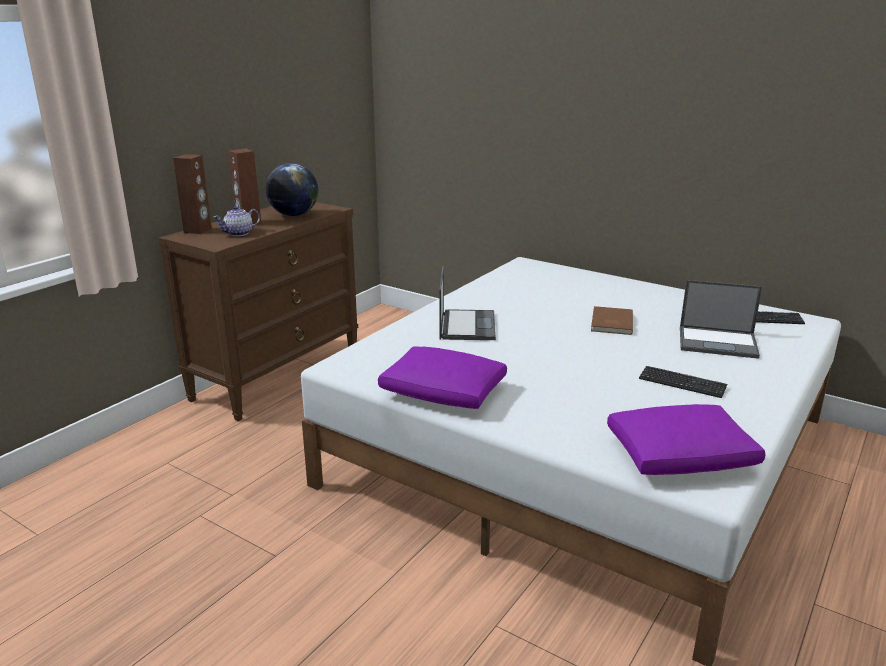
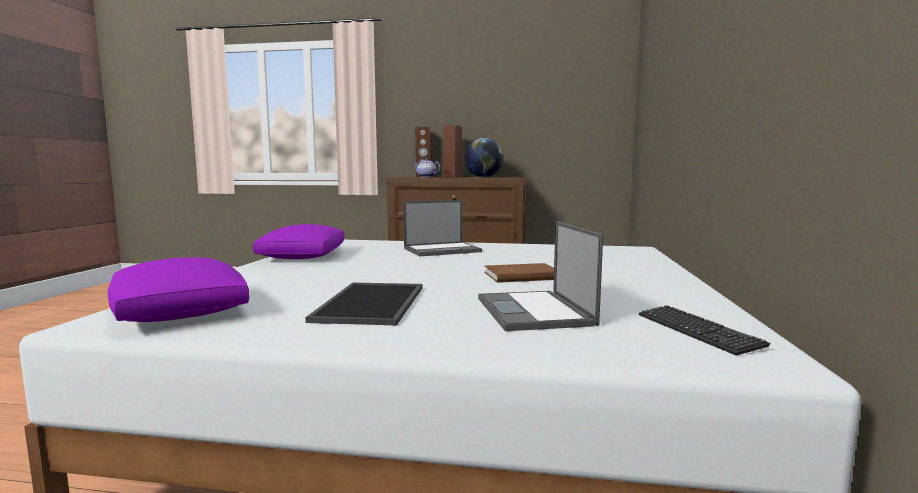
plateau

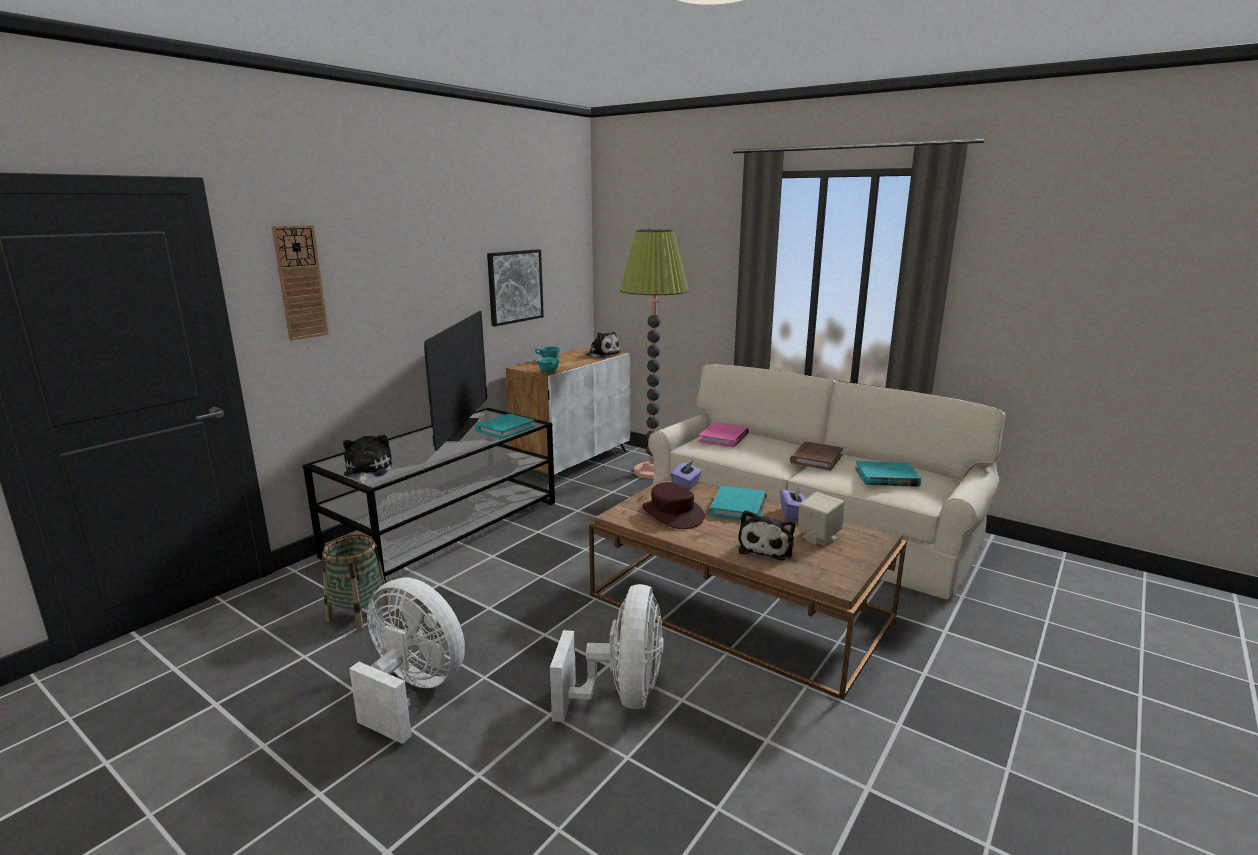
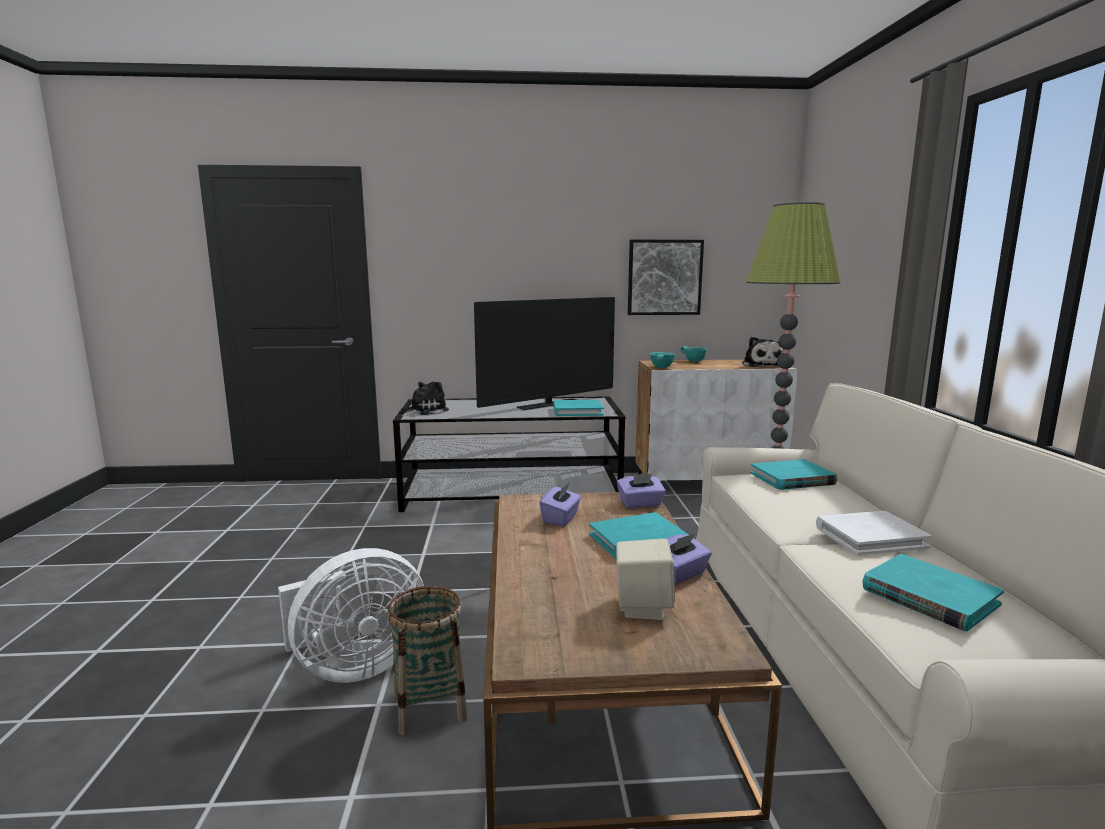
horloge murale
ventilateur [blanc] (1st from left in the first image)
peluche (3rd from left in the first image)
panier
boîte à mouchoirs [violet] (1st from left)
livre [turquoise] (3rd from left)
livre [blanc]

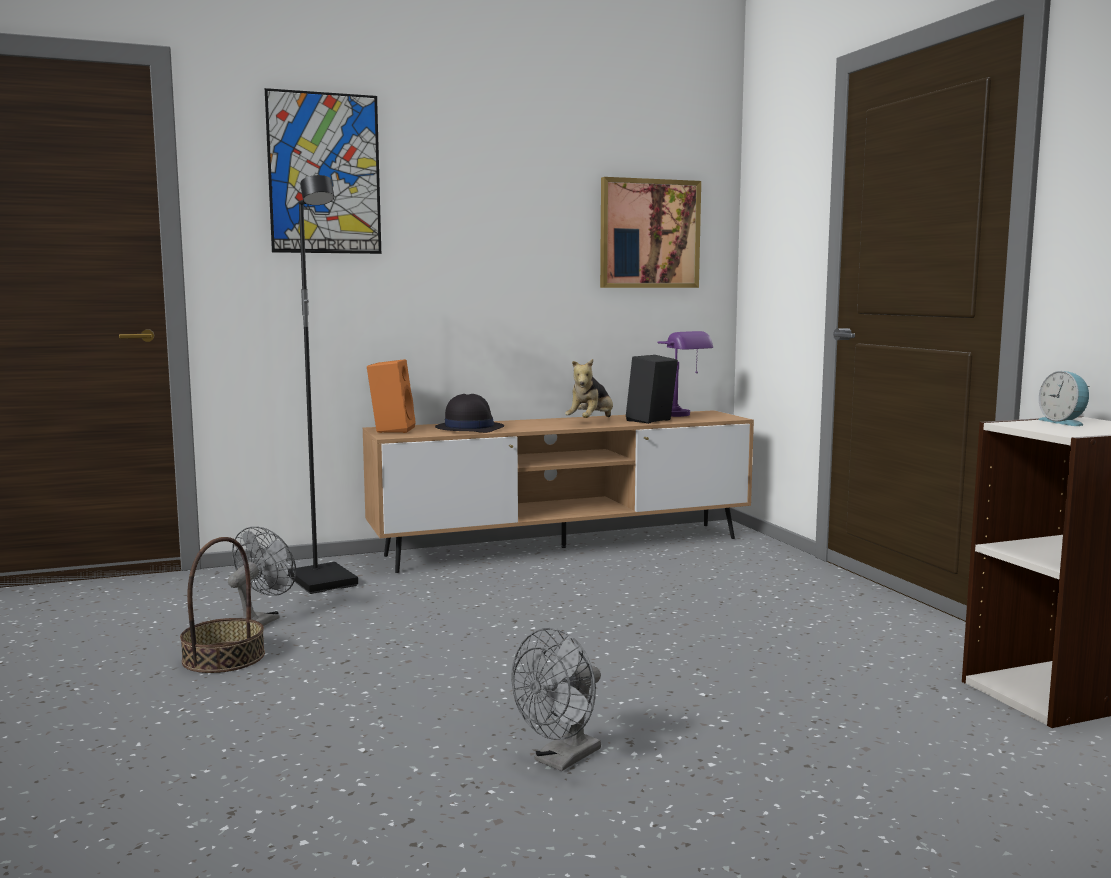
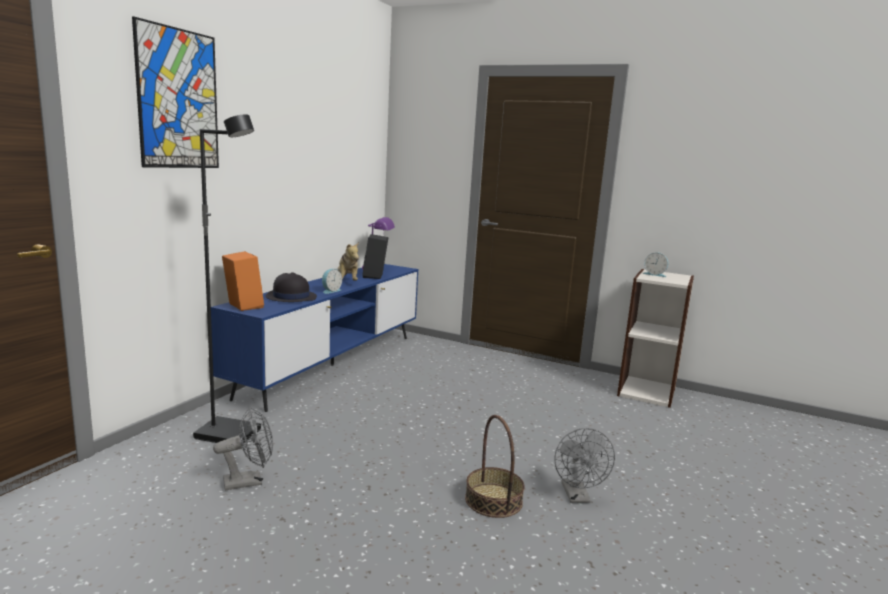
tableau (2nd from left in the first image)
réveil (1st from left)
panier
meuble télé [bleu]
ventilateur [gris] (1st from left)

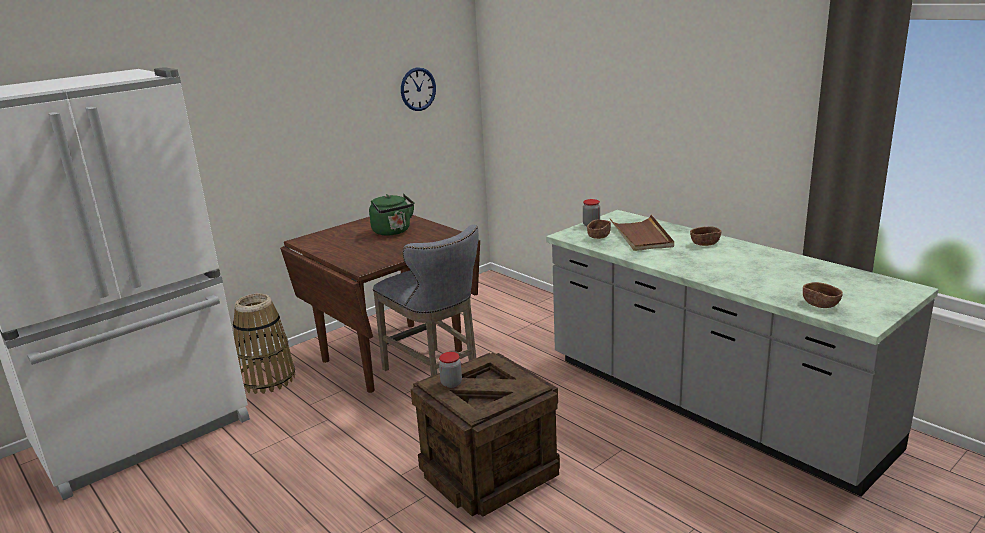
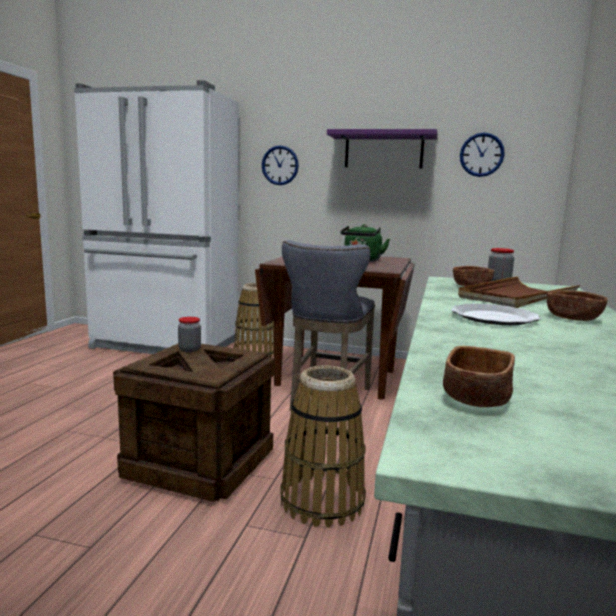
horloge murale (1st from left)
panier (2nd from left)
étagère [violet]
assiette

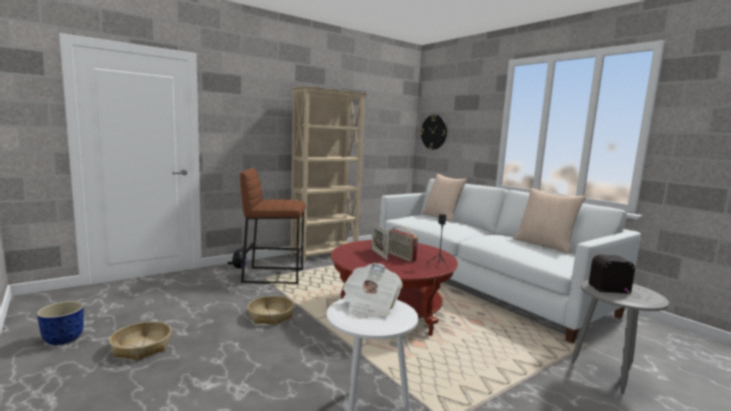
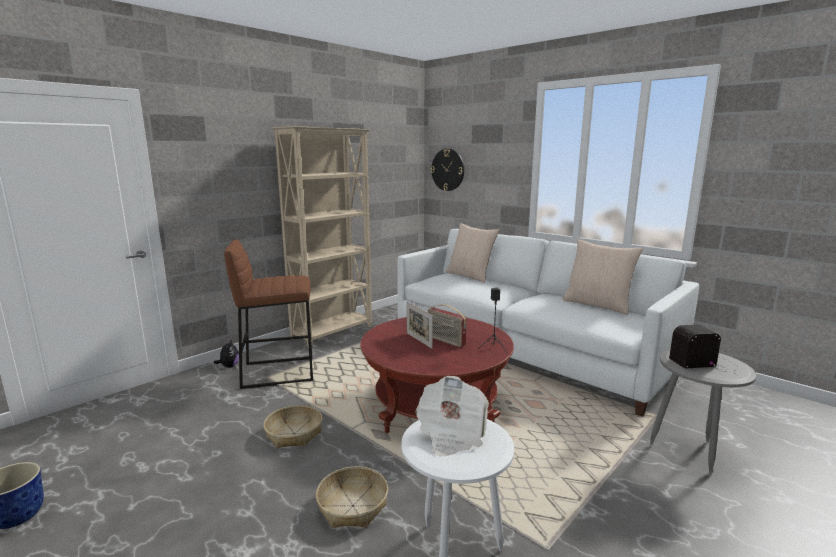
panier (2nd from left)

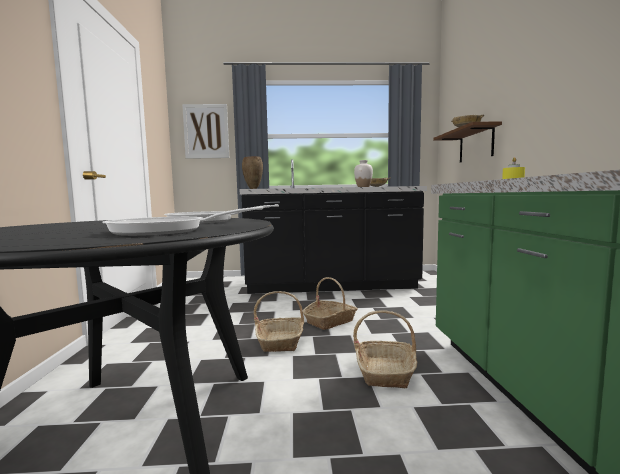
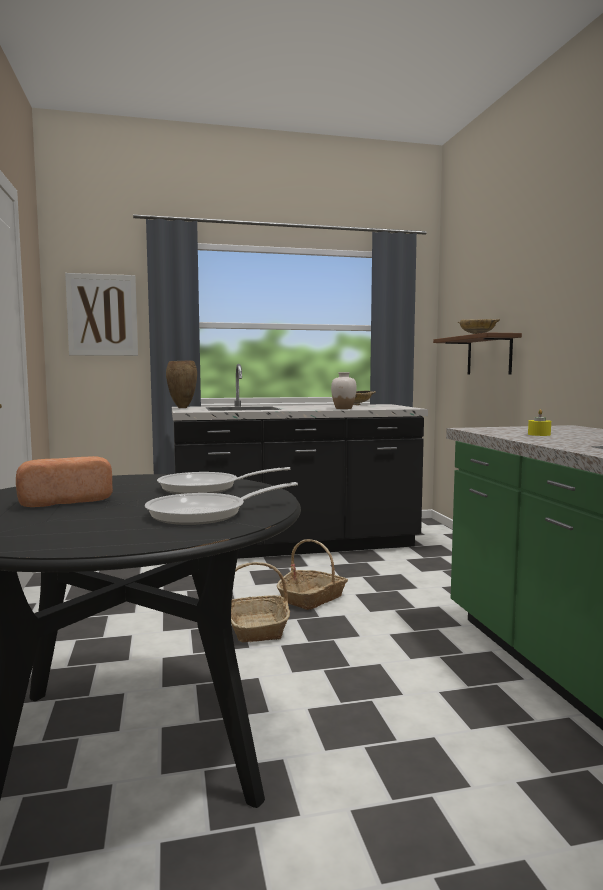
panier (3rd from left in the first image)
pain

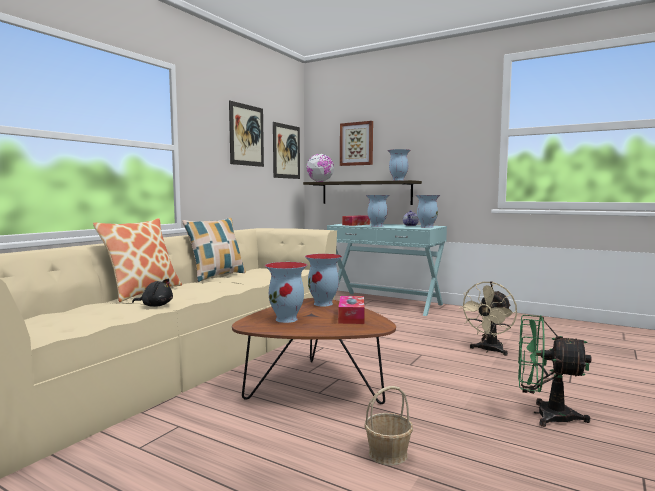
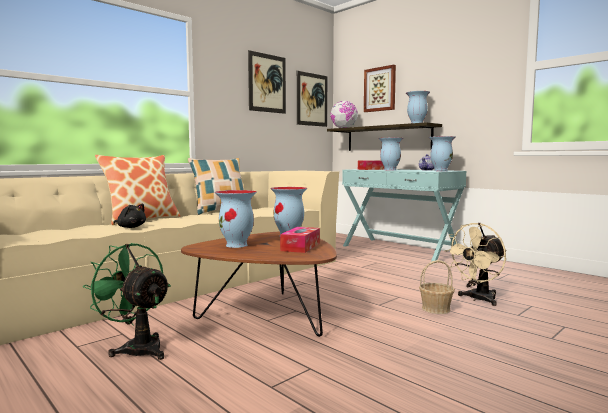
panier
ventilateur [vert]

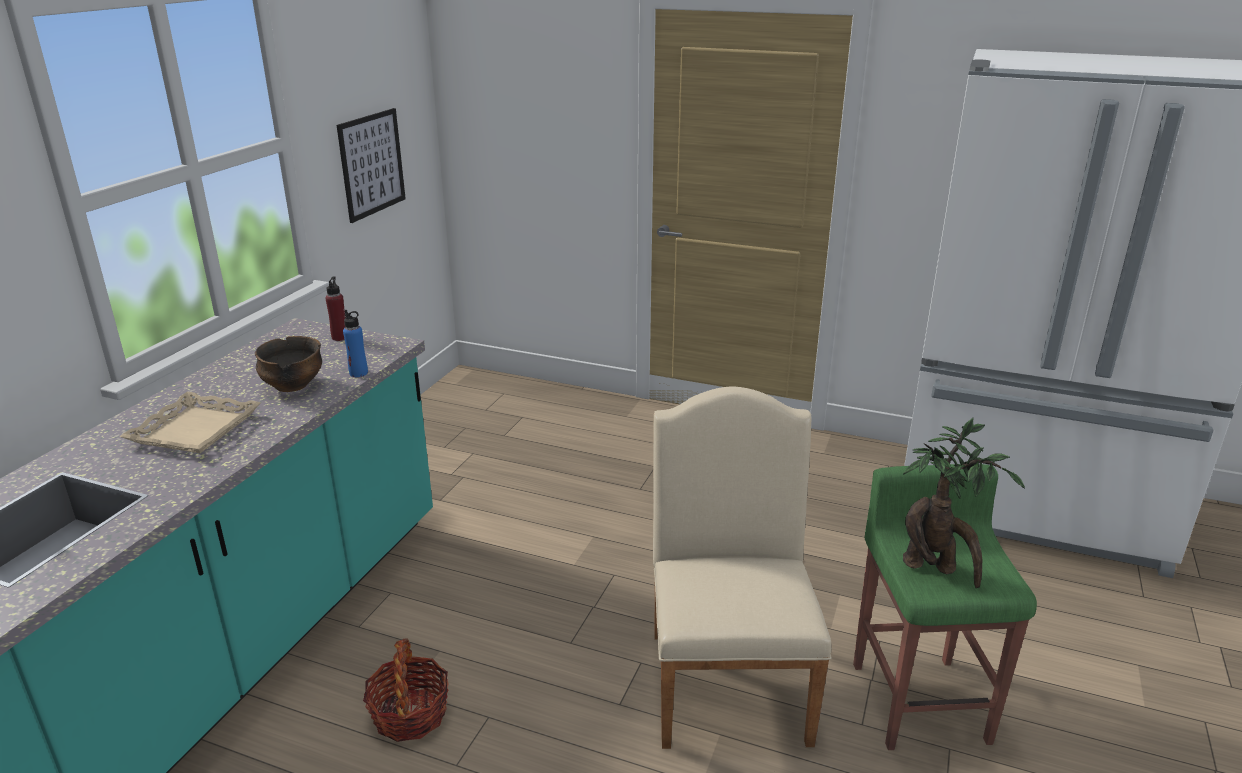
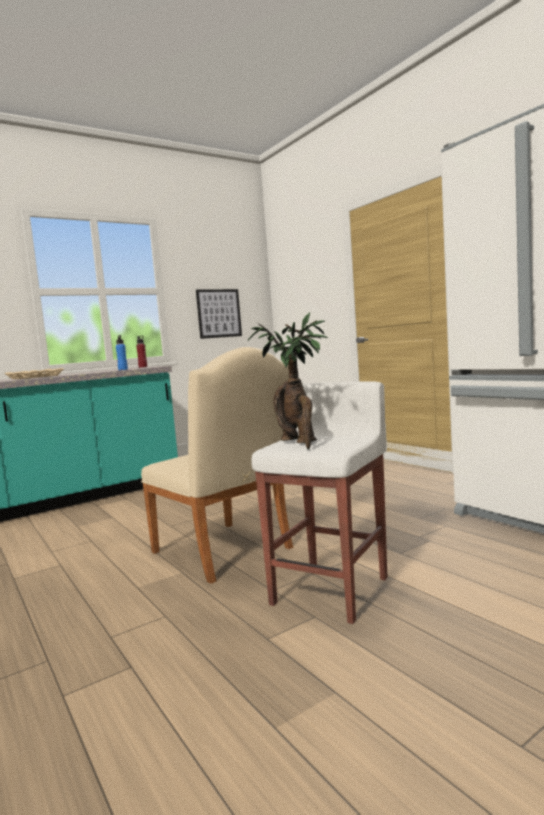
bol
panier
tabouret [blanc]
chaise [beige]

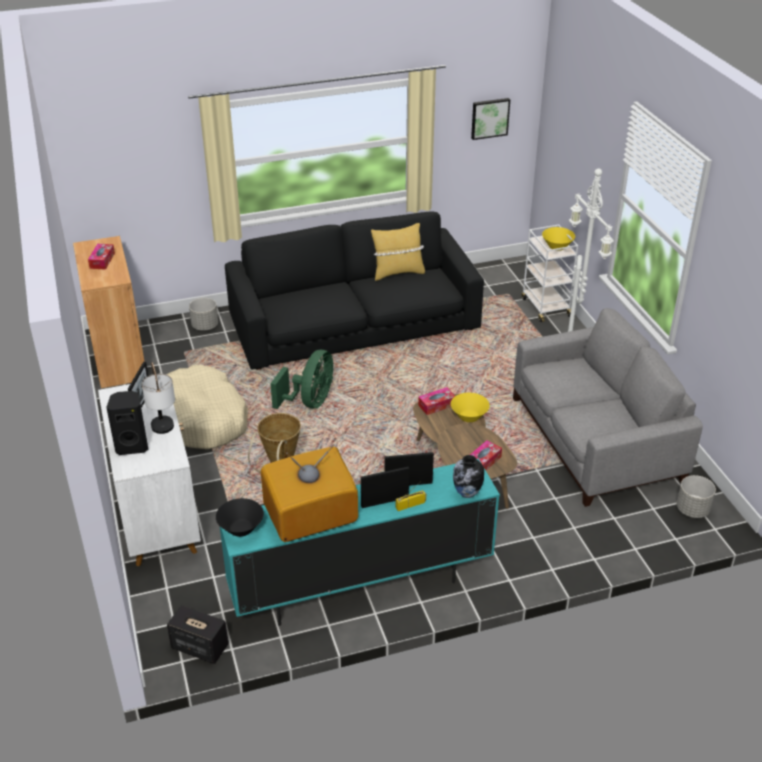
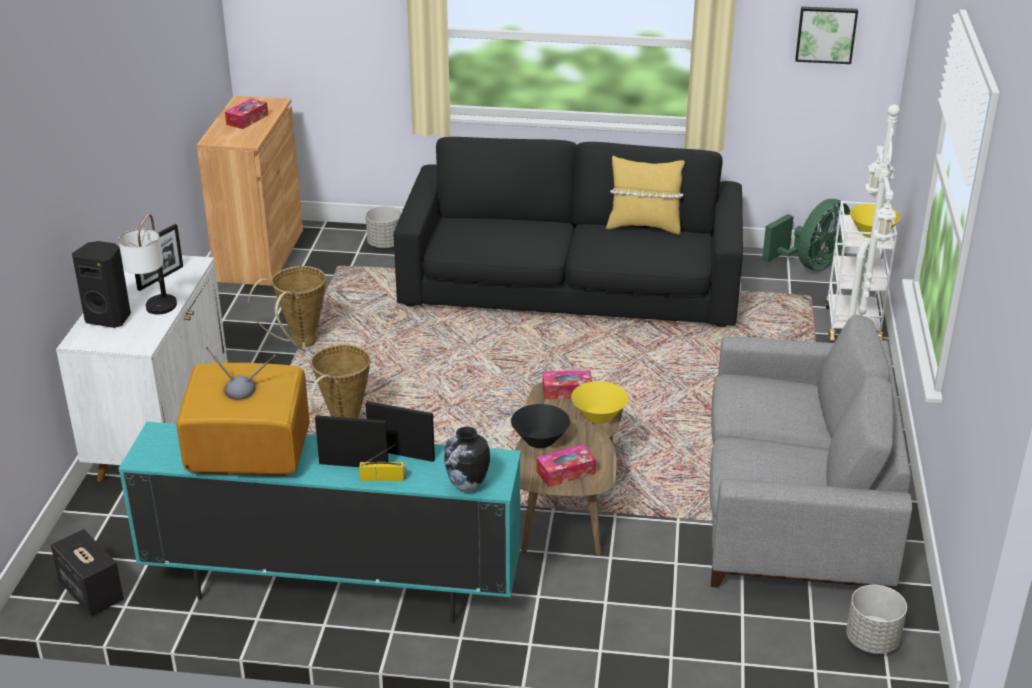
bol [noir]
ventilateur [vert]
panier (1st from left)

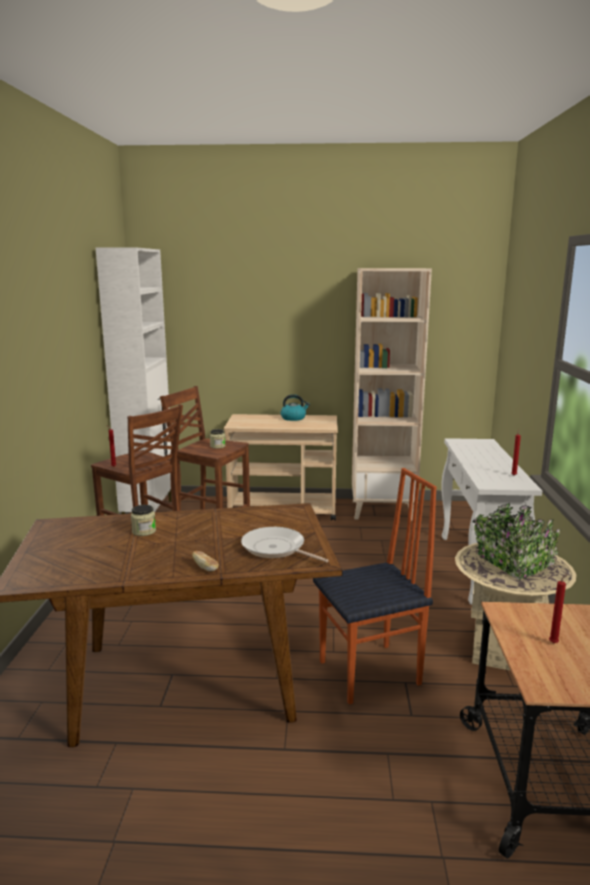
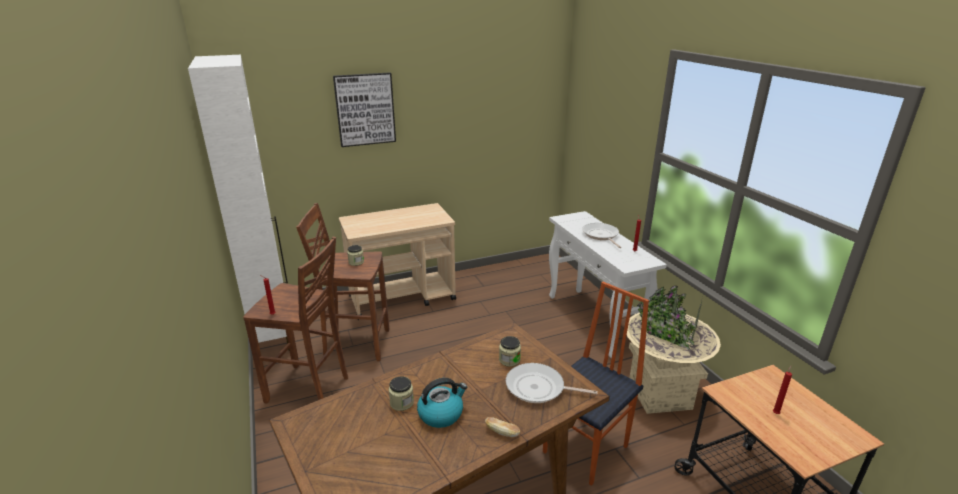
bibliothèque [beige]
tableau
bocal (3rd from left)
poêle (2nd from left)
bouilloire

